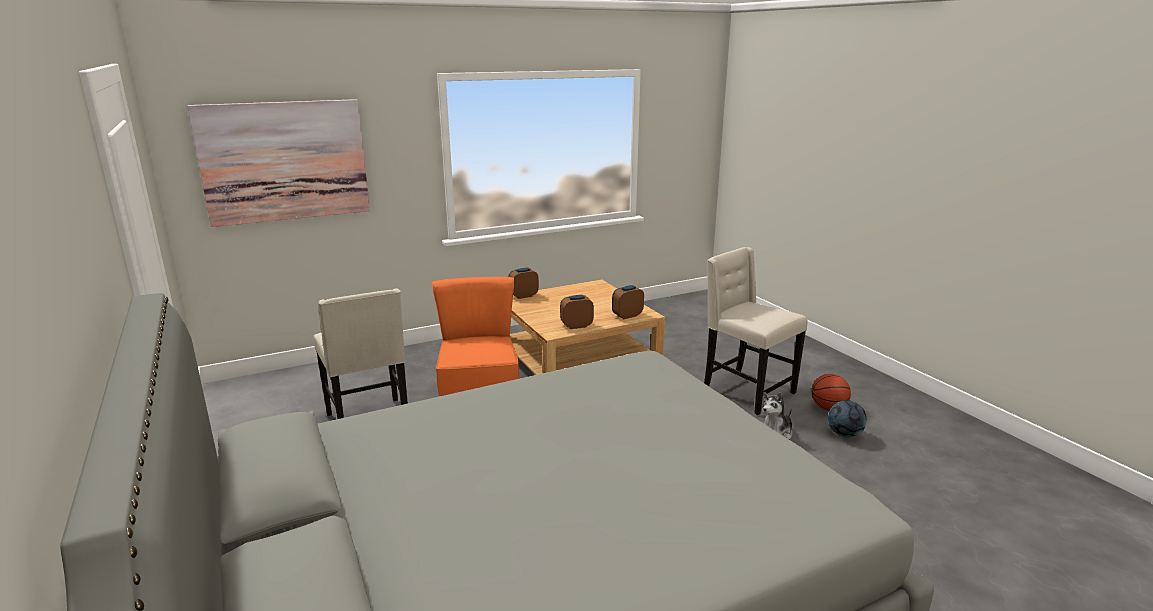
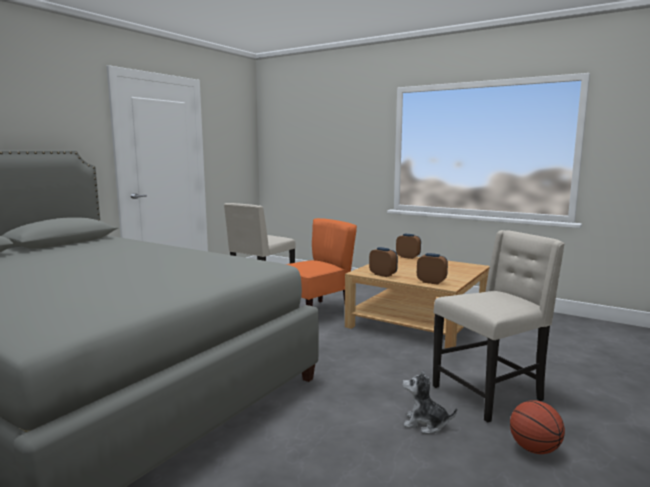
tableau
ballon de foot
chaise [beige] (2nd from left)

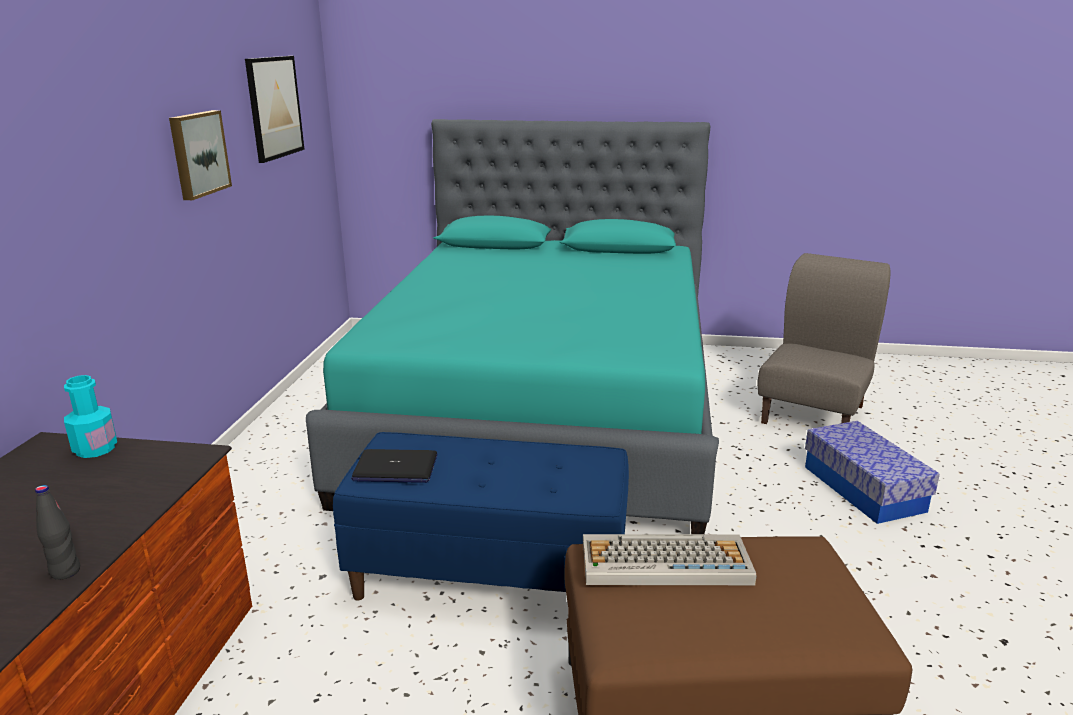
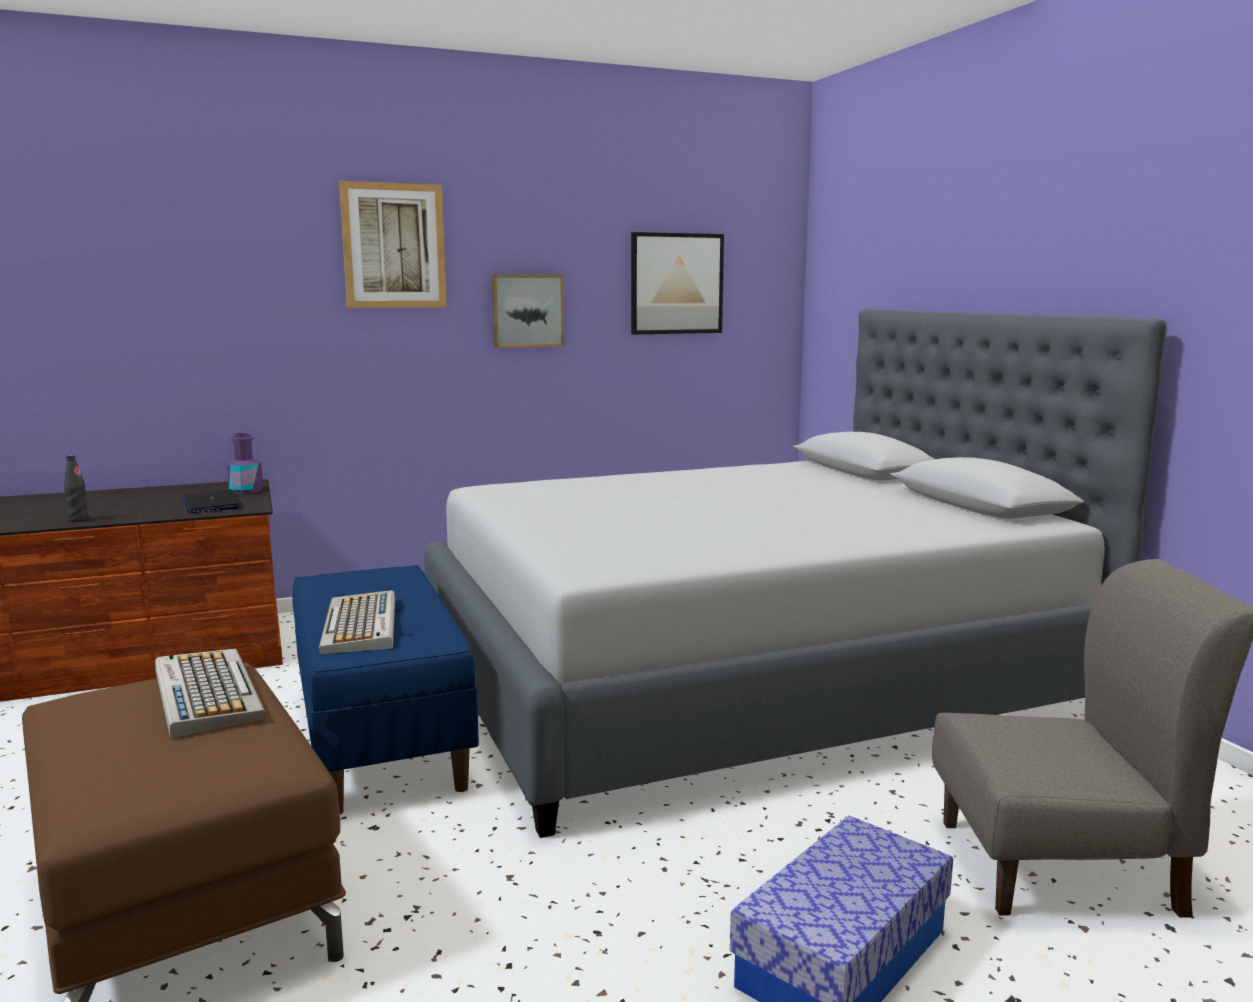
clavier (2nd from left)
tableau (1st from left)
ordinateur portable
bouteille [violet]
lit [gris]

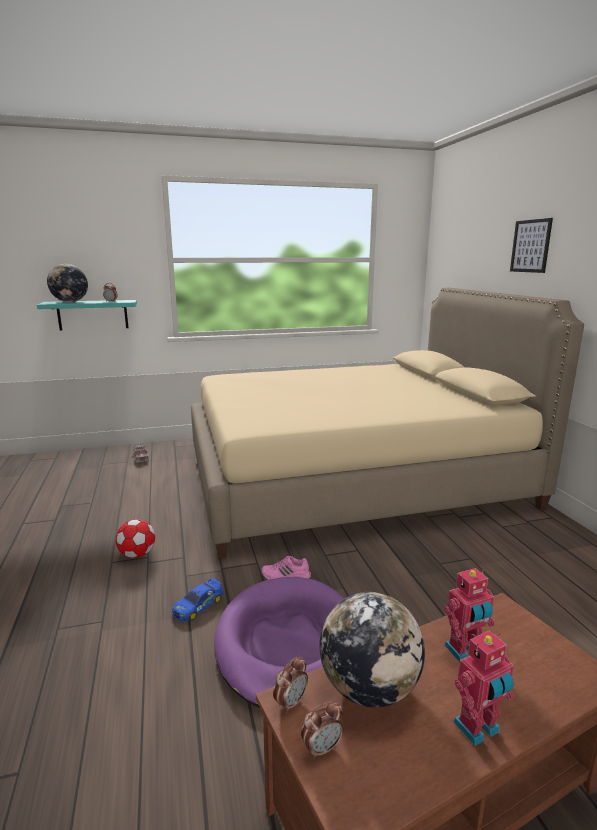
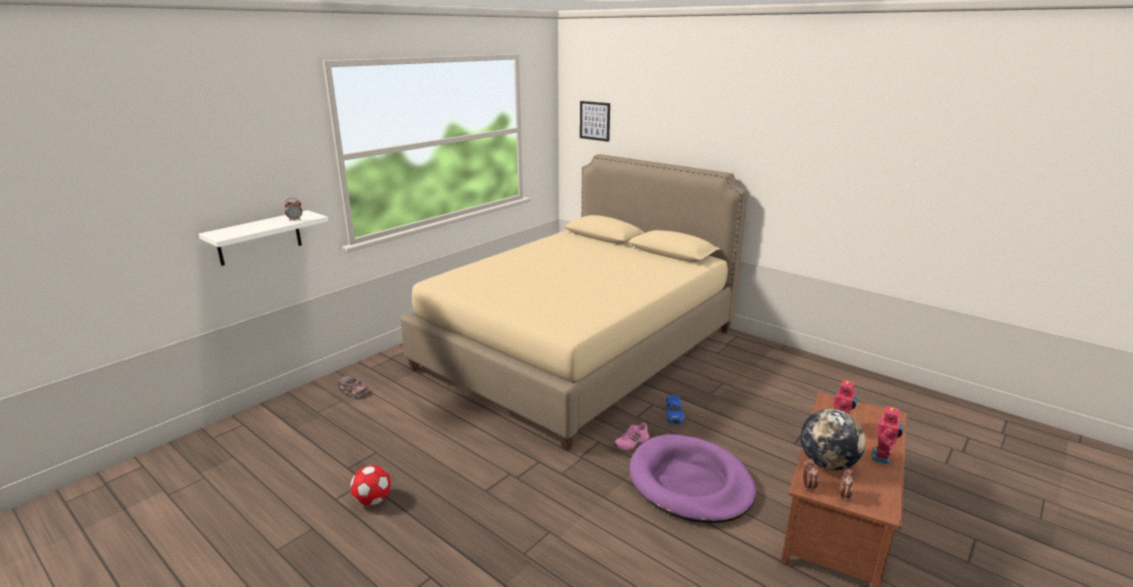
globe (1st from left in the first image)
ballon de foot
petite voiture
tableau
étagère [blanc]

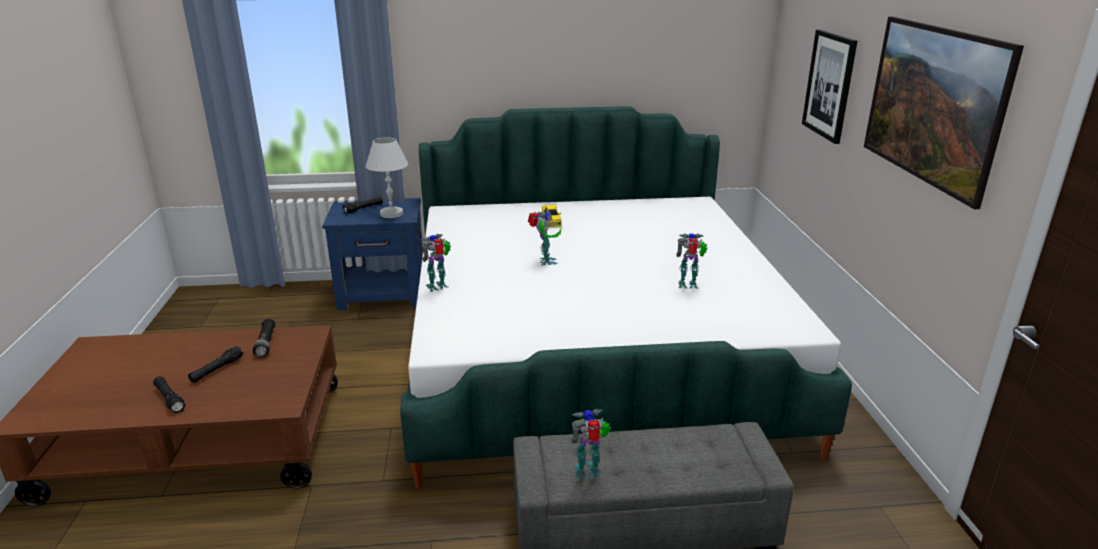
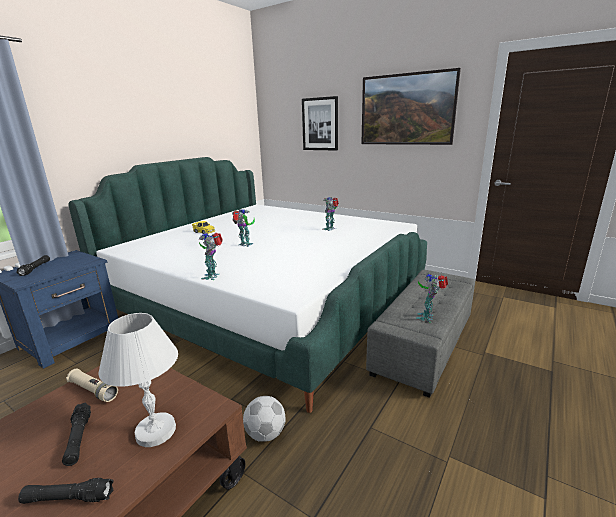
ballon de foot
lampe de table [blanc]
lampe de poche [beige]

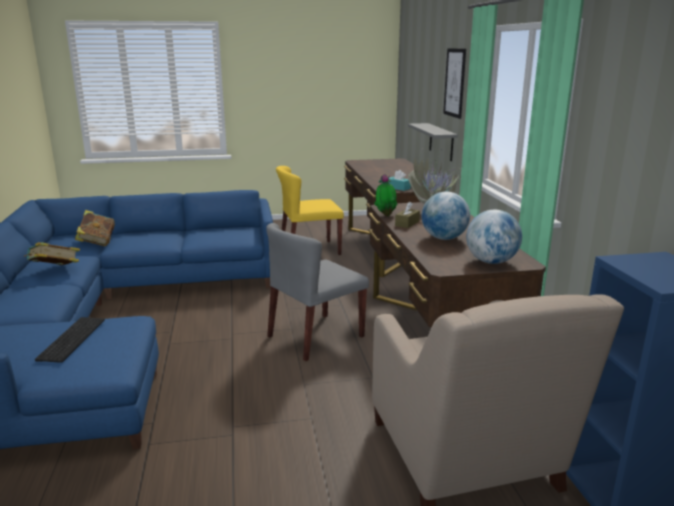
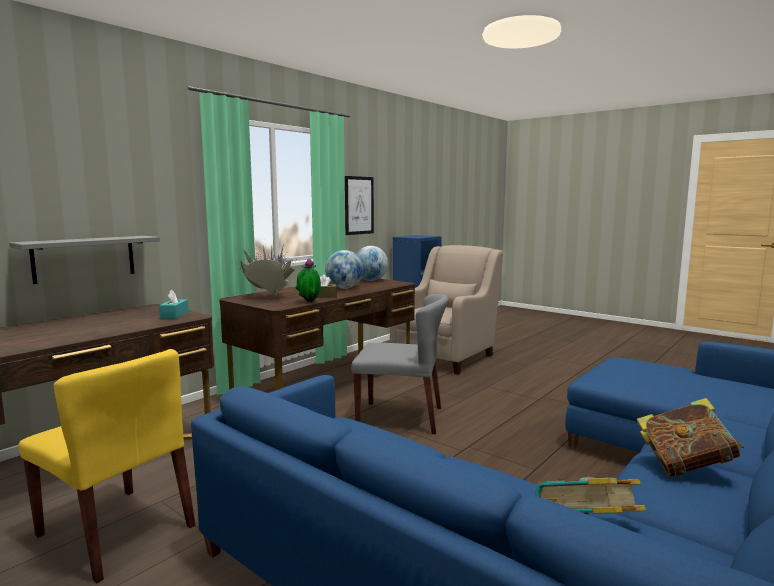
clavier
tableau

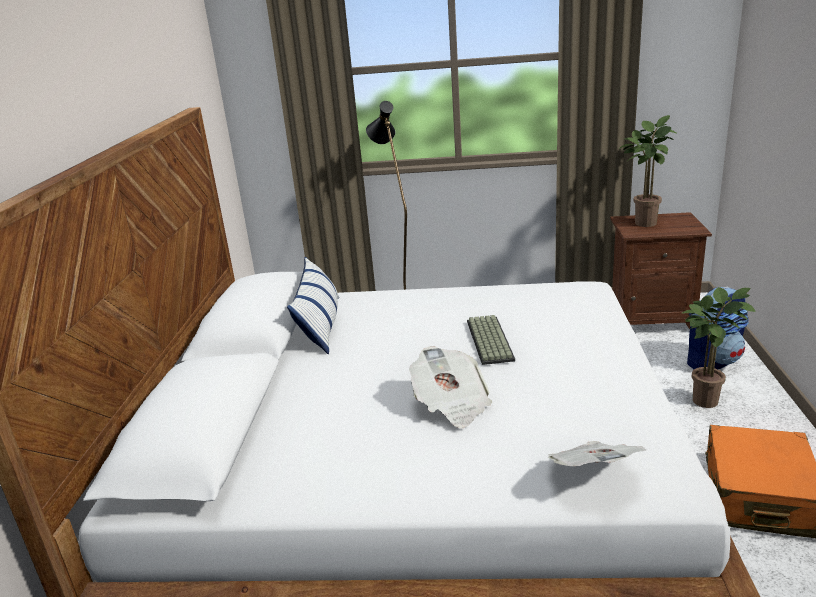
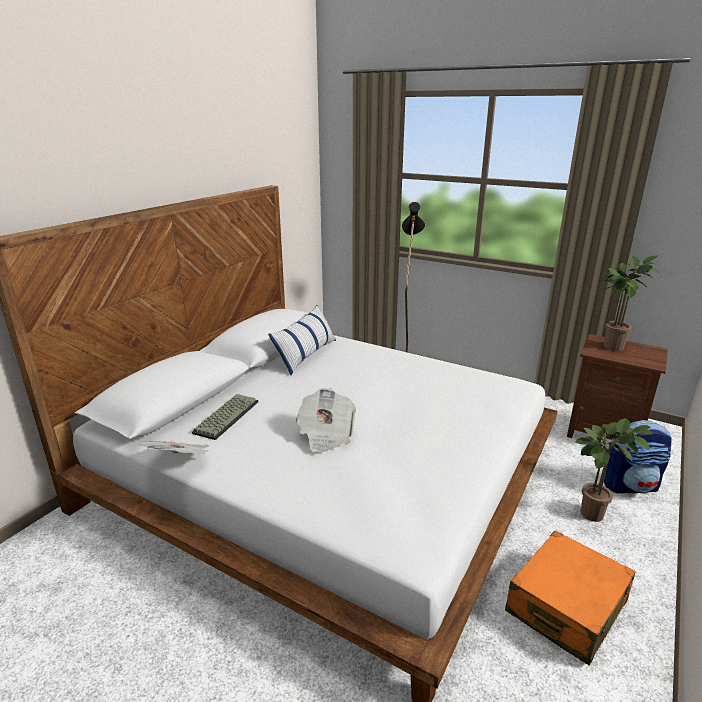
clavier
journal (1st from left)

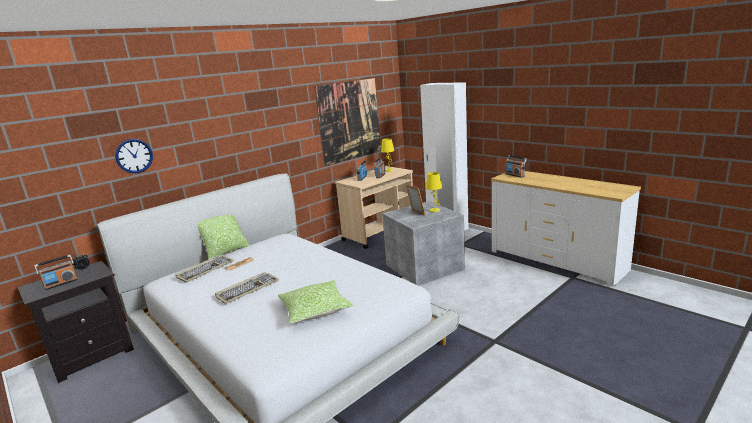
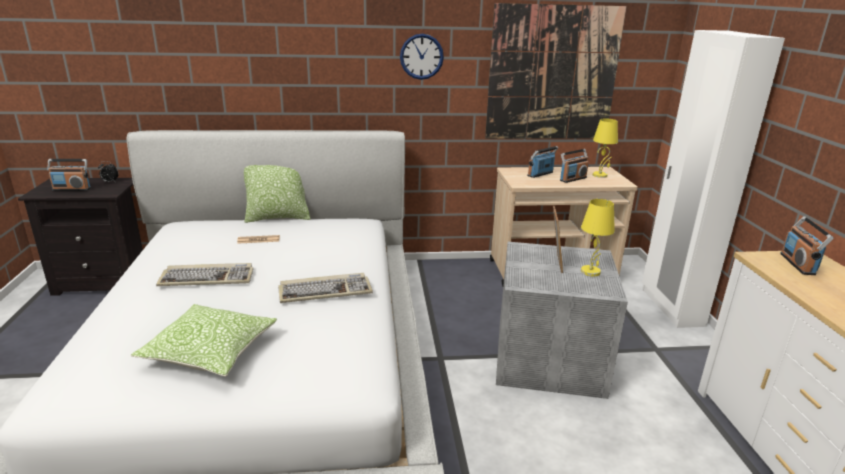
horloge murale
clavier (2nd from left)

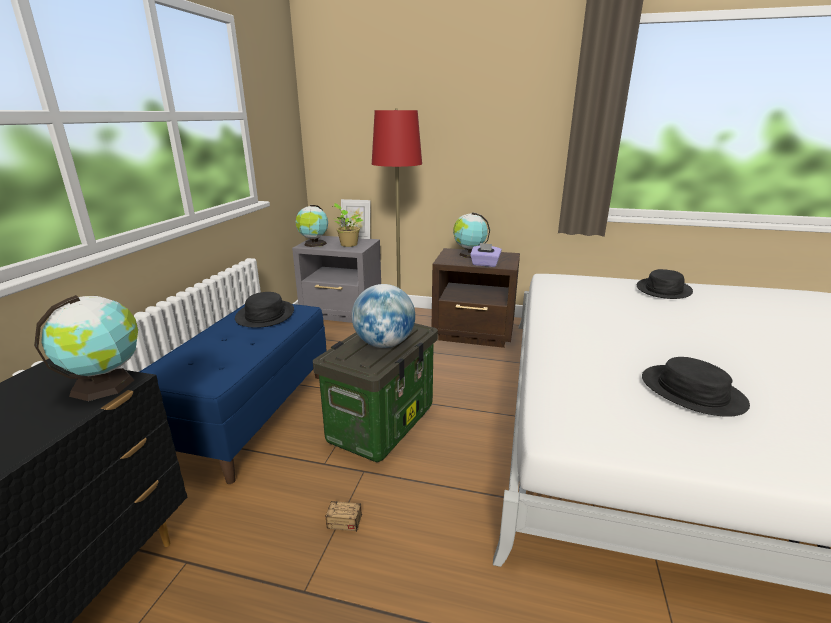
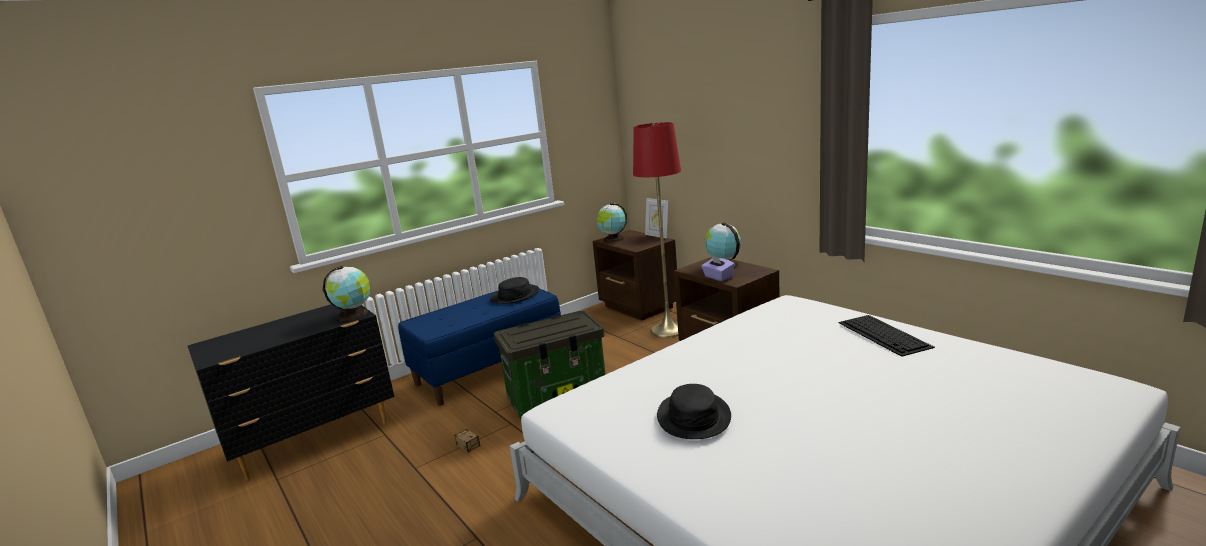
plante en pot
globe (3rd from left in the first image)
clavier
table de chevet [marron] (1st from left)

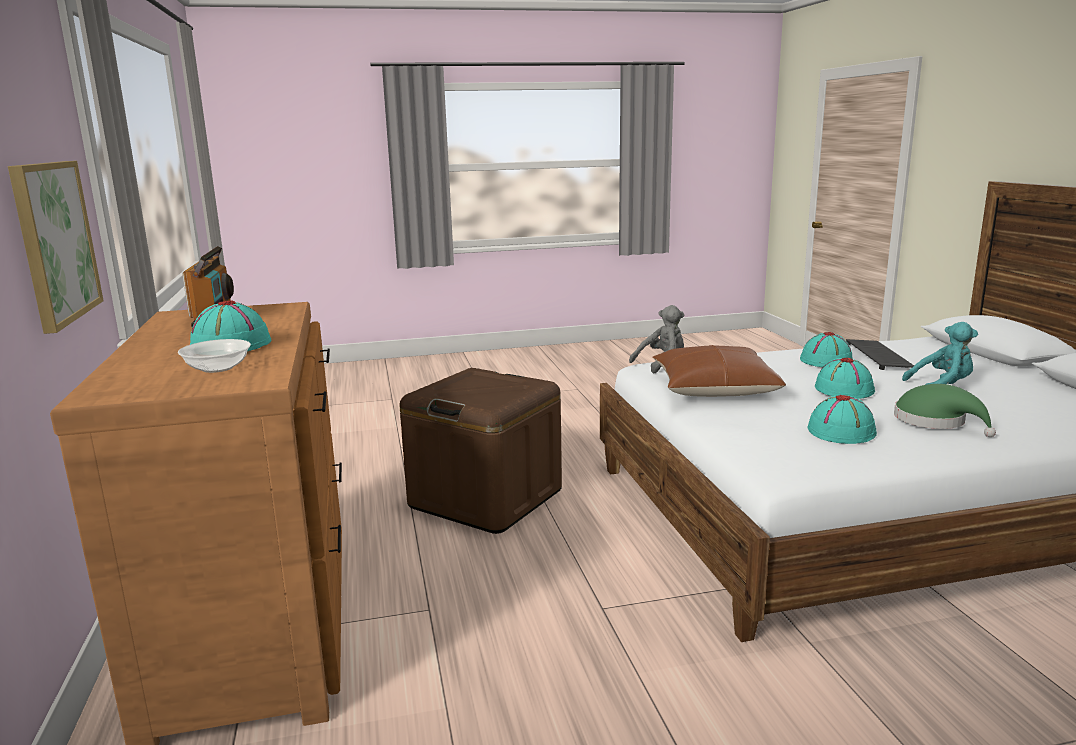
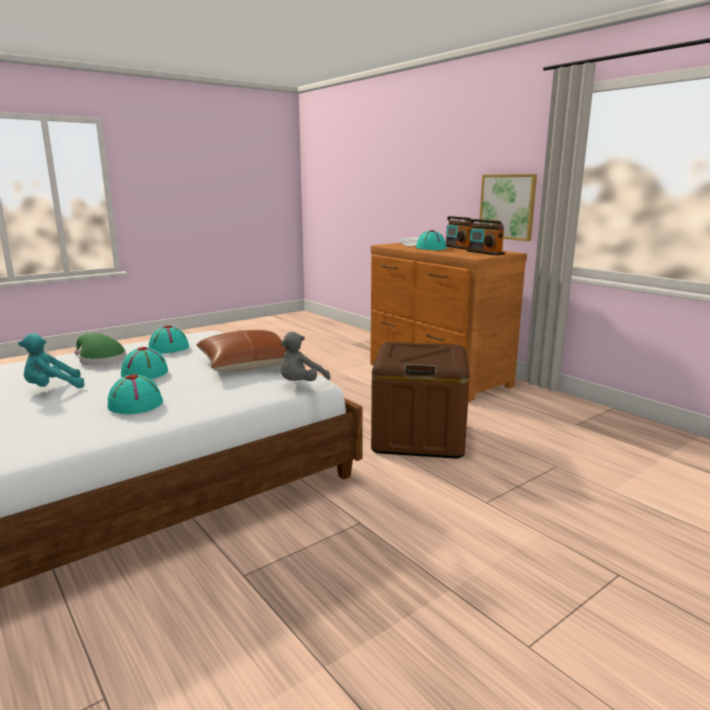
clavier
radio (1st from left)

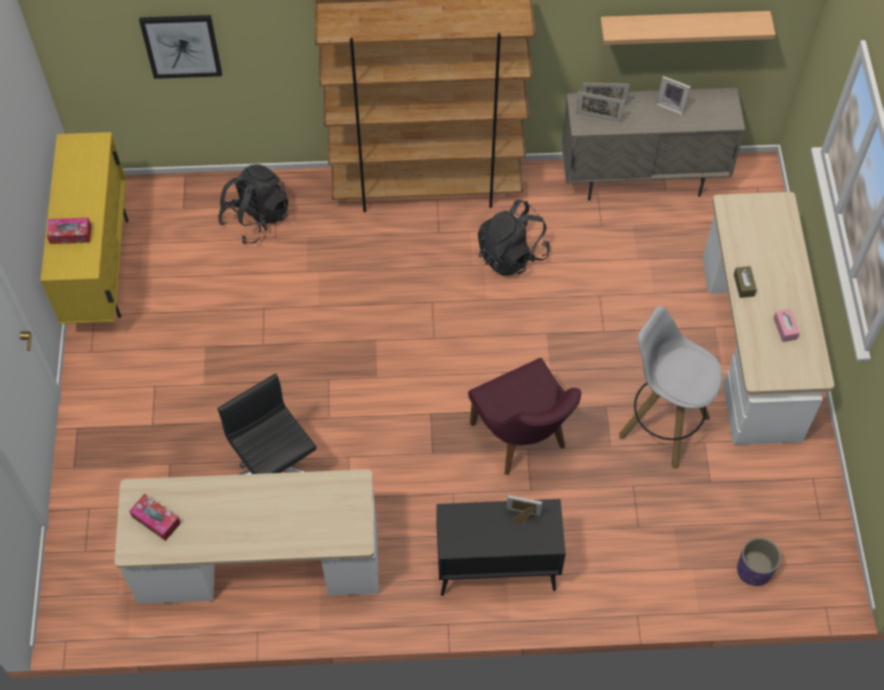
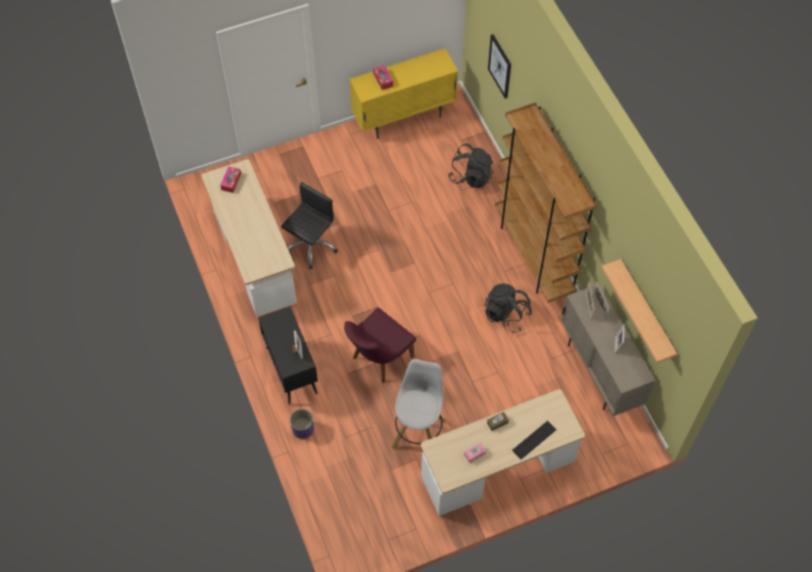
clavier
cache-pot [violet]

